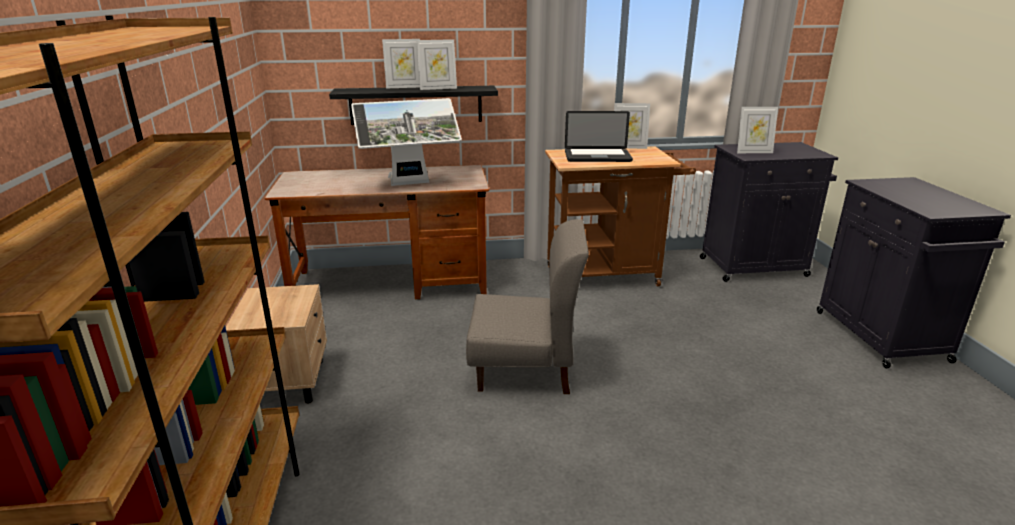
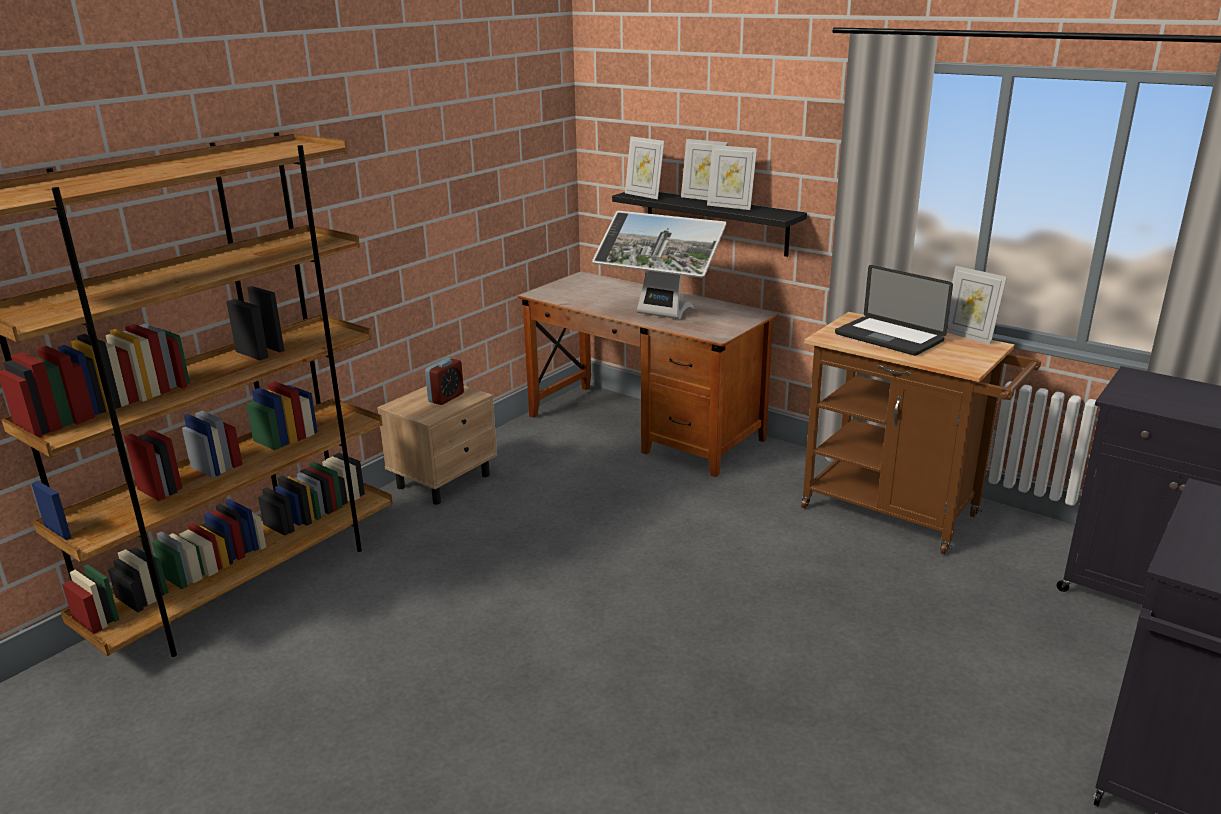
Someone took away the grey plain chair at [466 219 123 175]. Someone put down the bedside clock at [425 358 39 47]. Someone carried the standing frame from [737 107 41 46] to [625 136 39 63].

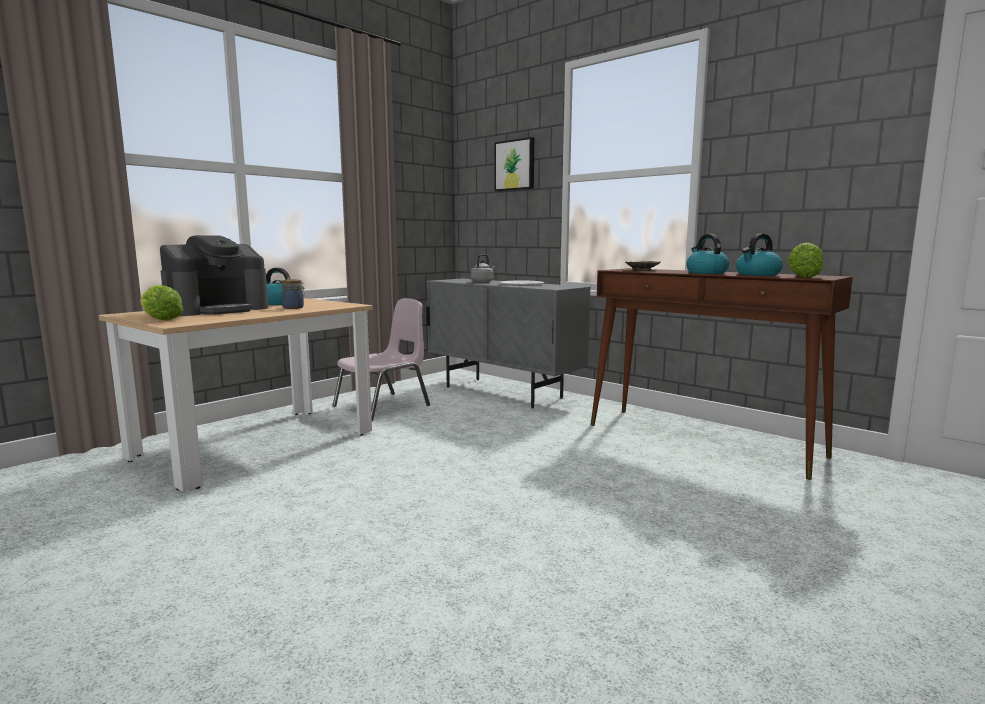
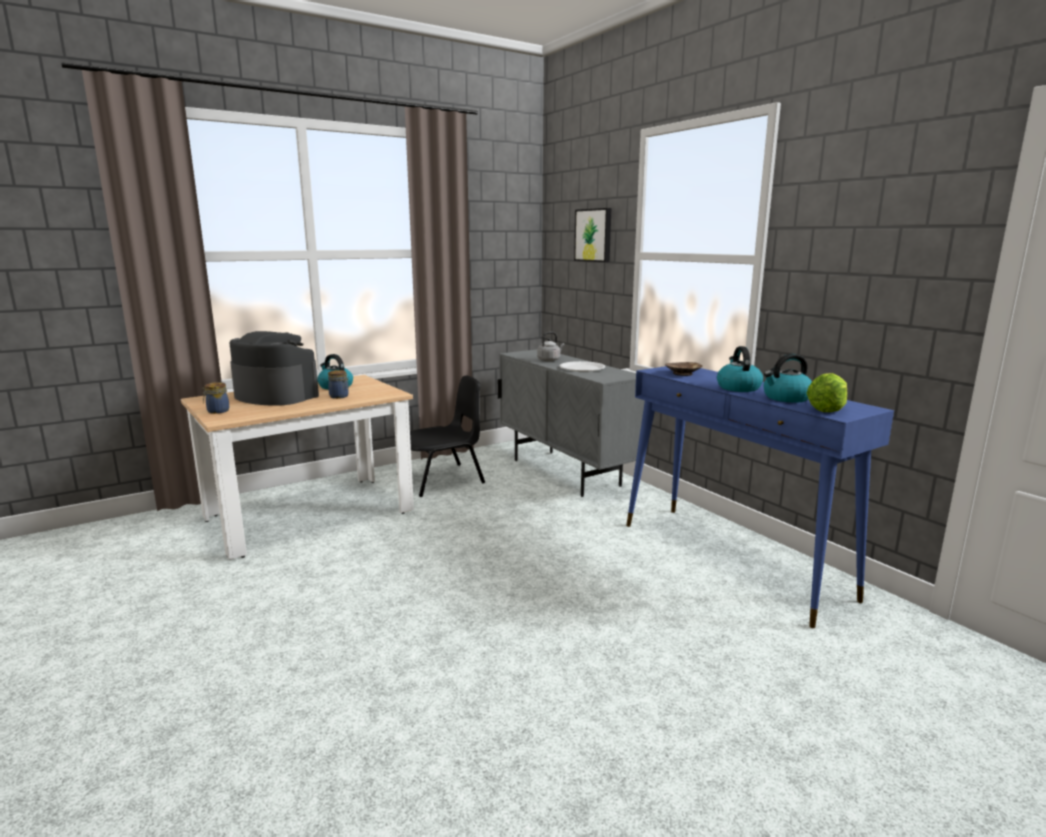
Someone swapped the lettuce head at [140 285 43 36] for the jar at [202 382 27 32]. Someone repainted the pinkish plain chair at [333 298 97 123], which became the black plain chair at [410 376 75 121]. Someone repainted the brownish hall table at [591 268 262 212], which became the blue hall table at [626 366 268 262]. Someone rotated the coffee maker at [160 235 108 81] by 120 degrees counterclockwise.

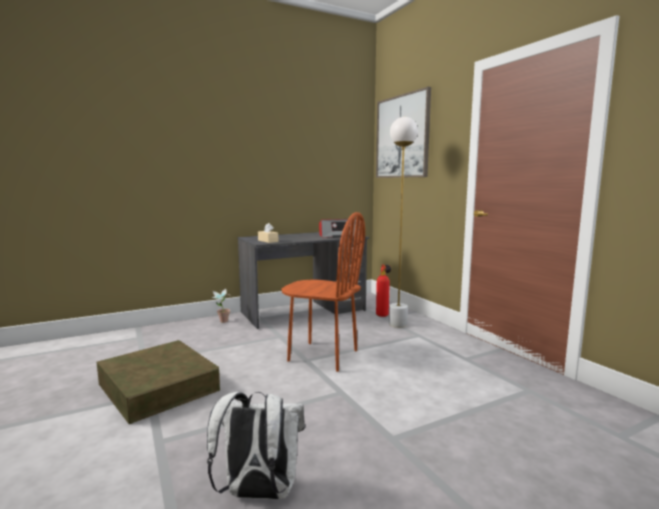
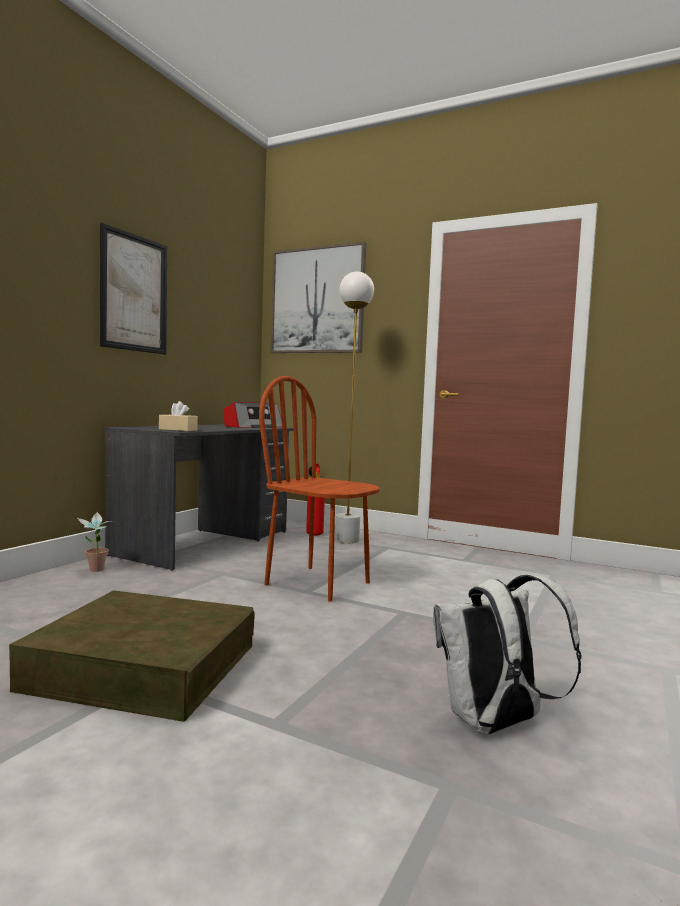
Someone put up the picture at [100 223 67 132]. Someone rotated the brownish plain chair at [282 212 83 160] by 135 degrees counterclockwise.

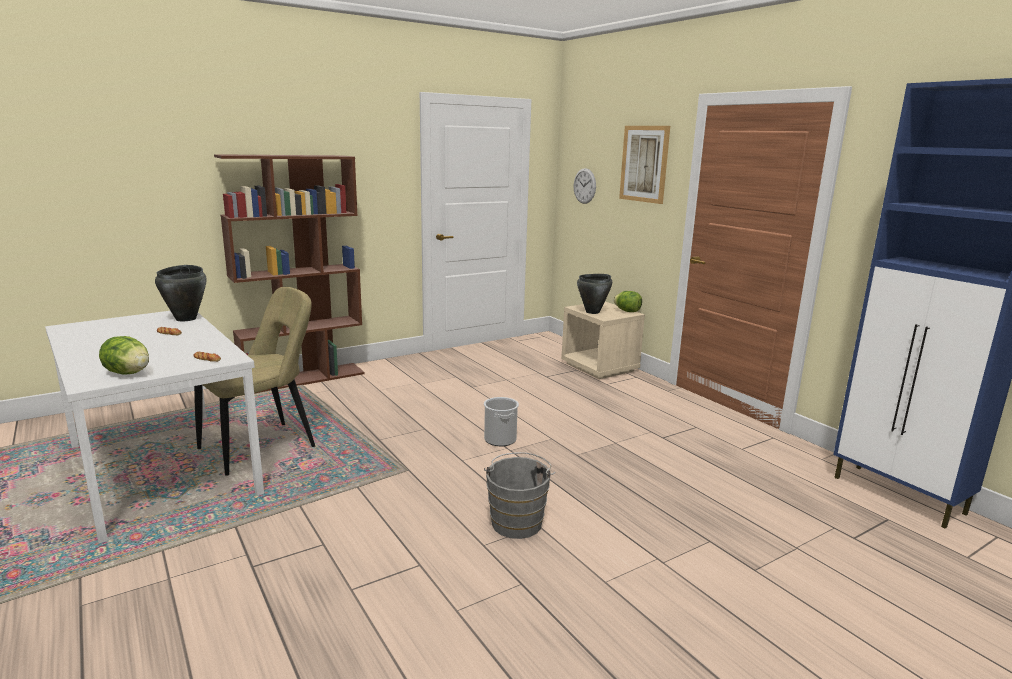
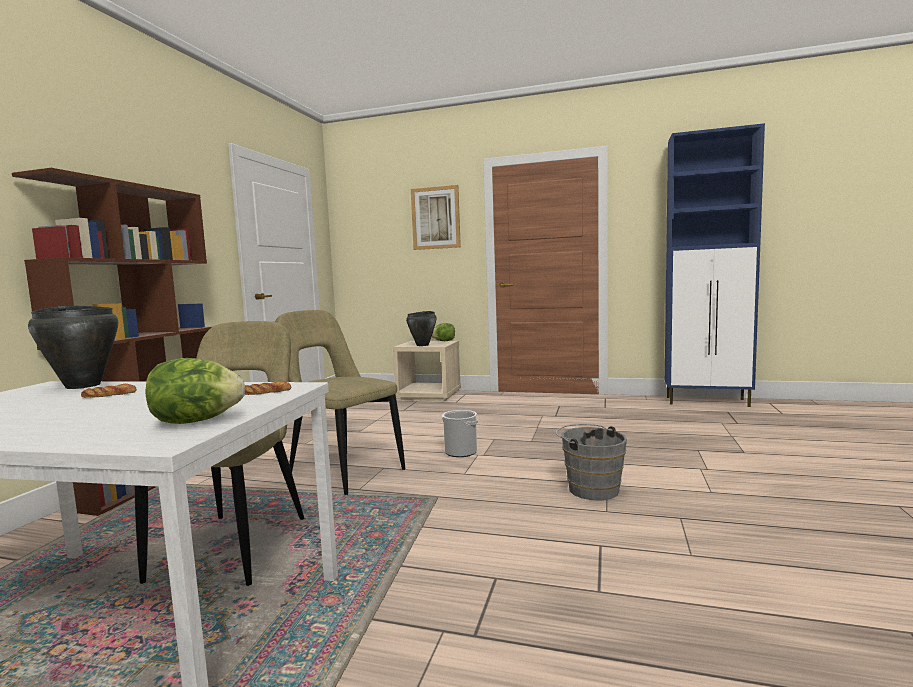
Someone took away the hanging clock at [574 168 22 36]. Someone put down the beige plain chair at [275 310 131 185].

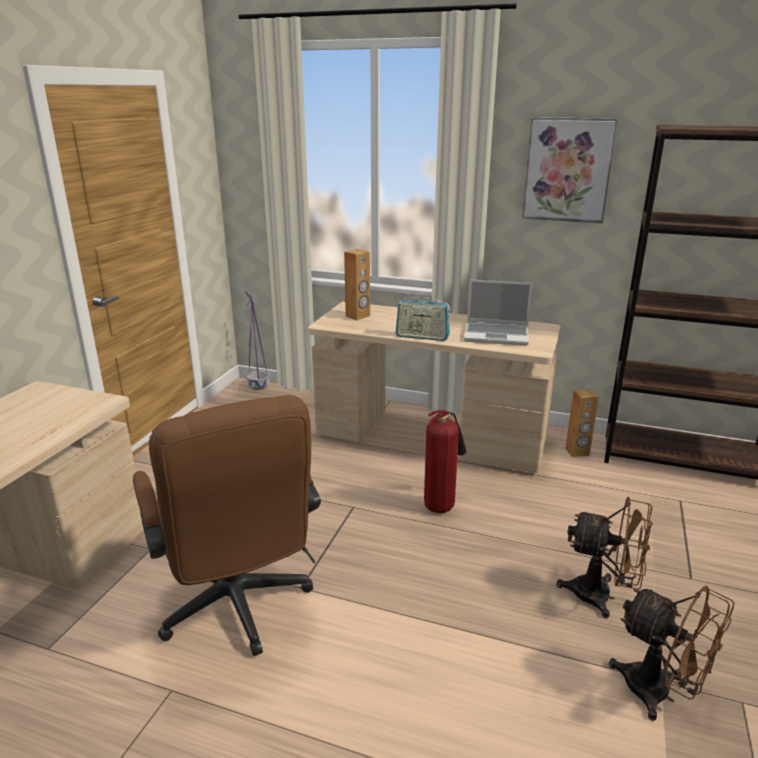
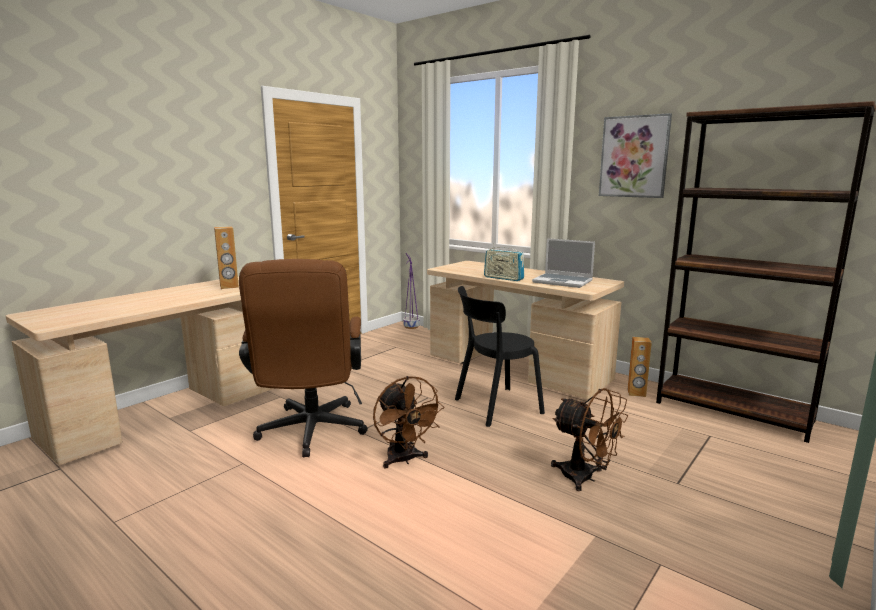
Someone carried the brownish loudspeaker from [344 249 26 71] to [214 226 25 63]. Someone carried the brownish electric fan from [609 586 126 135] to [373 376 71 92]. Someone swapped the extinguisher at [424 410 42 103] for the black plain chair at [455 286 90 141].

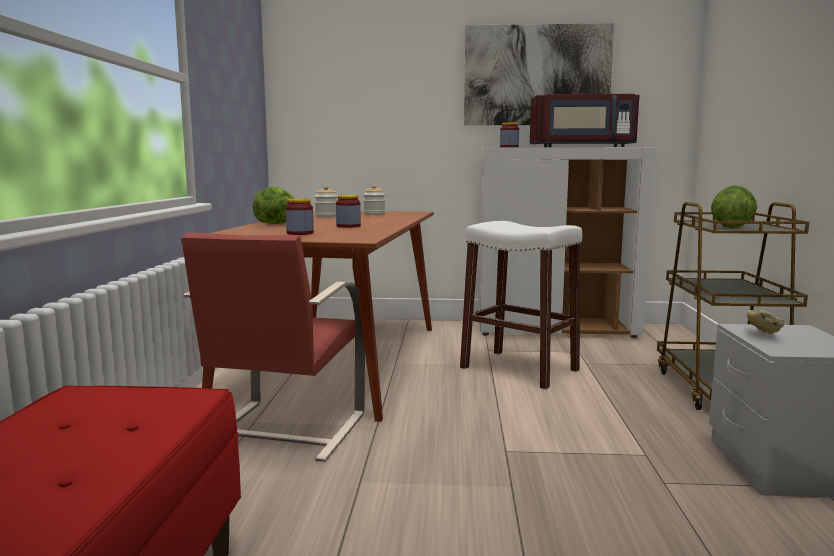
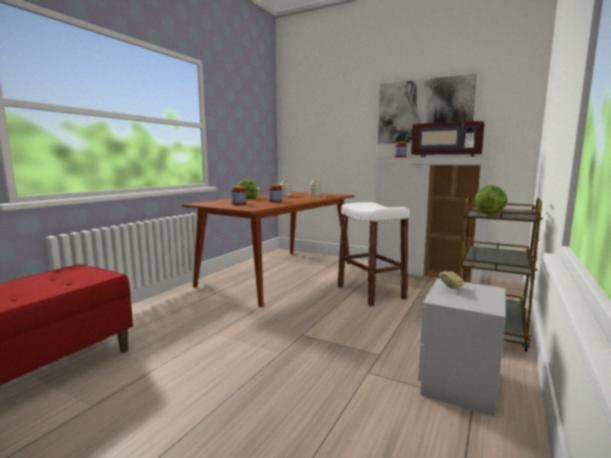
Someone took away the reddish plain chair at [181 232 184 230].

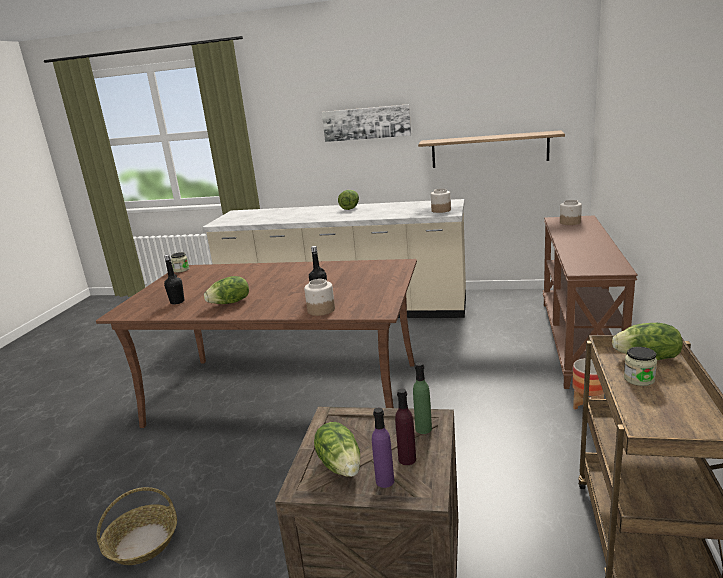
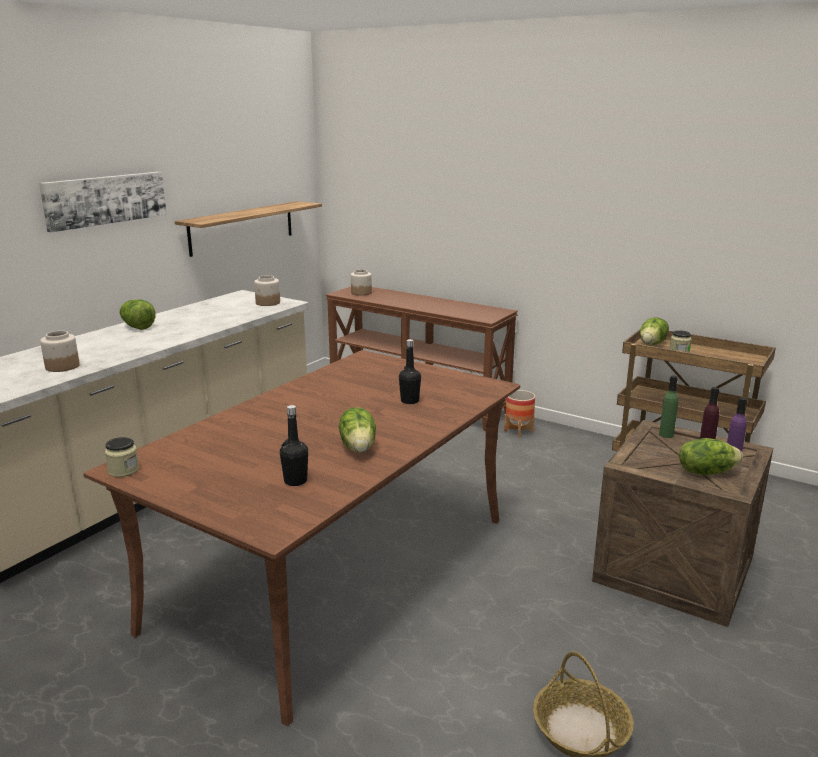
Someone carried the jar from [304 279 31 37] to [40 331 40 41].

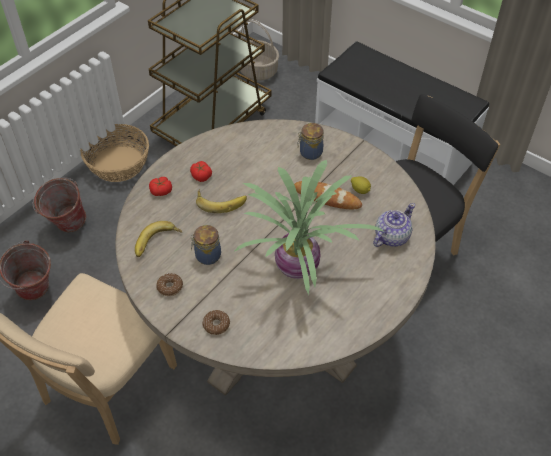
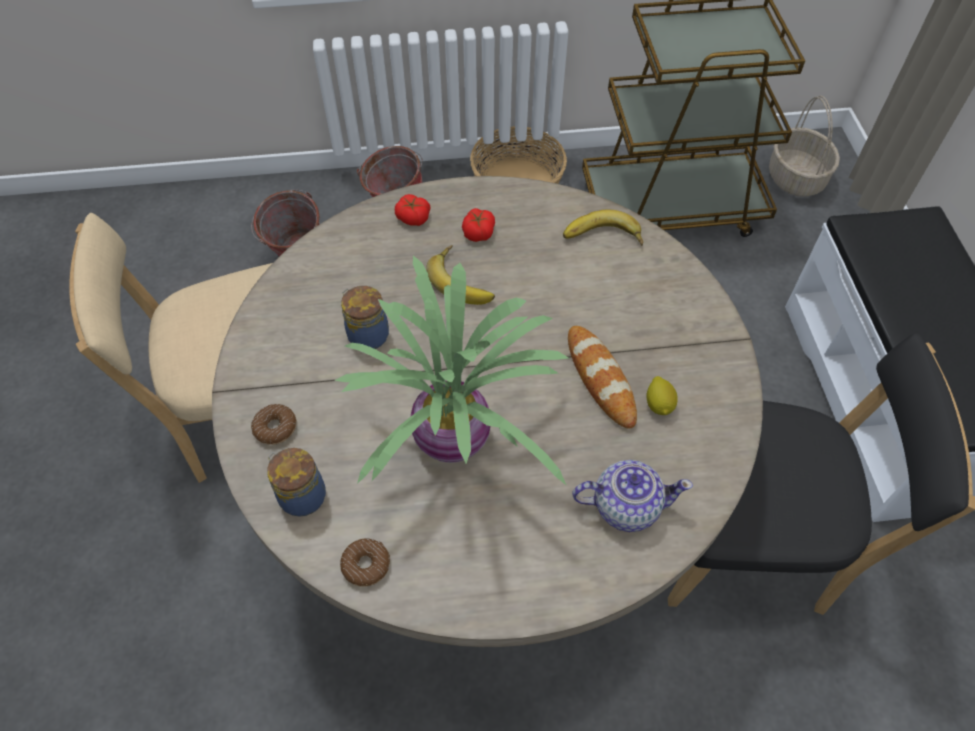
Someone carried the whole banana from [135 221 47 36] to [563 209 80 37]. Someone carried the ring doughnut from [156 273 27 23] to [340 538 50 49]. Someone carried the jar from [297 123 27 37] to [267 448 59 69].

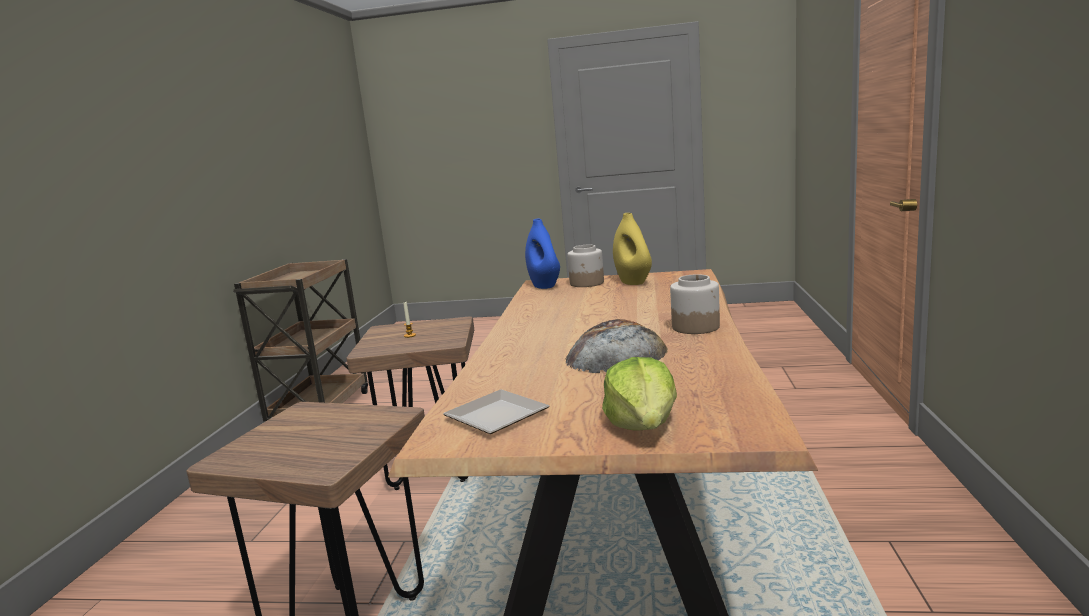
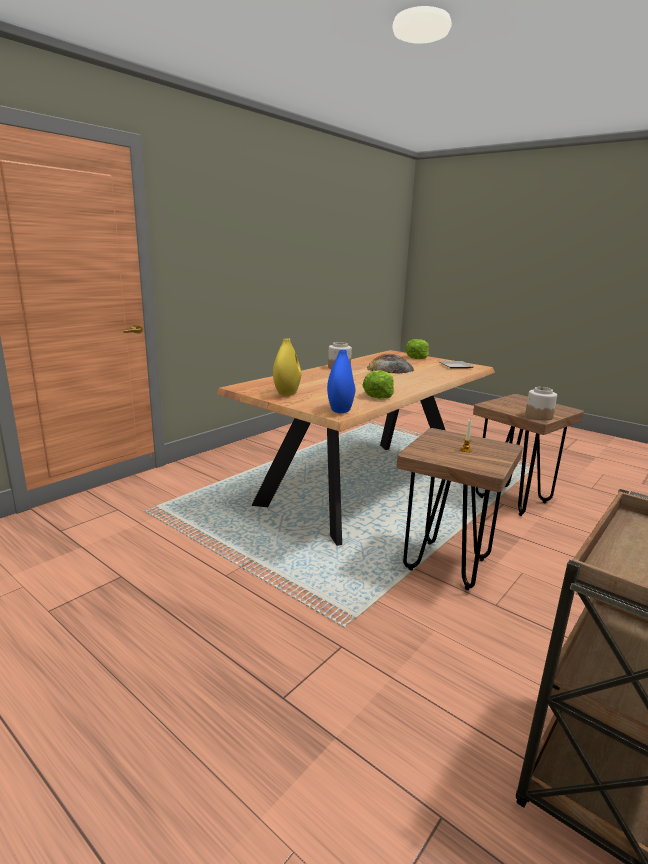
Someone put down the lettuce head at [362 370 32 28]. Someone carried the jar from [568 245 36 42] to [525 387 32 34].

